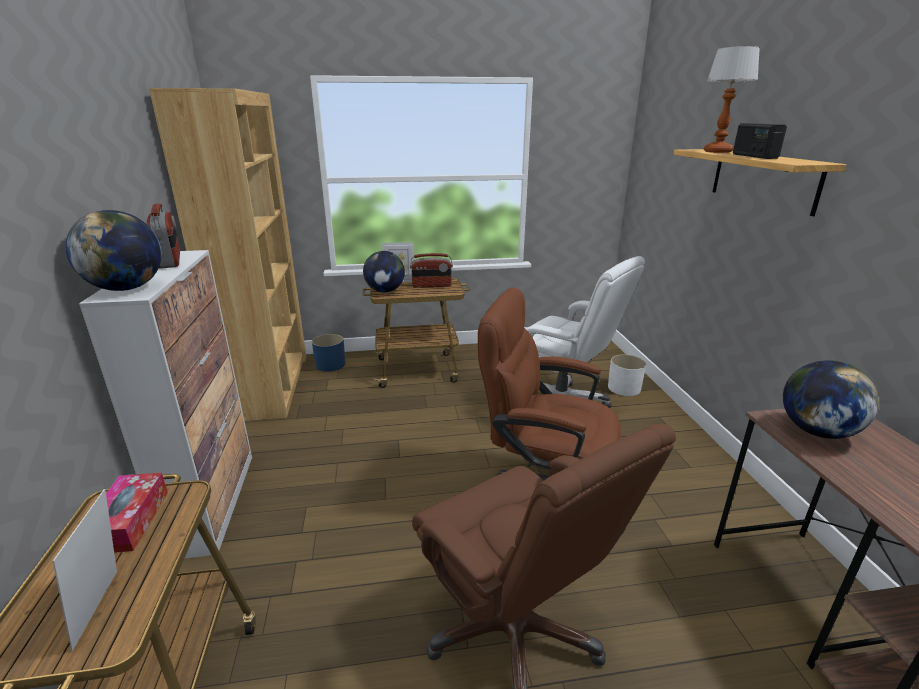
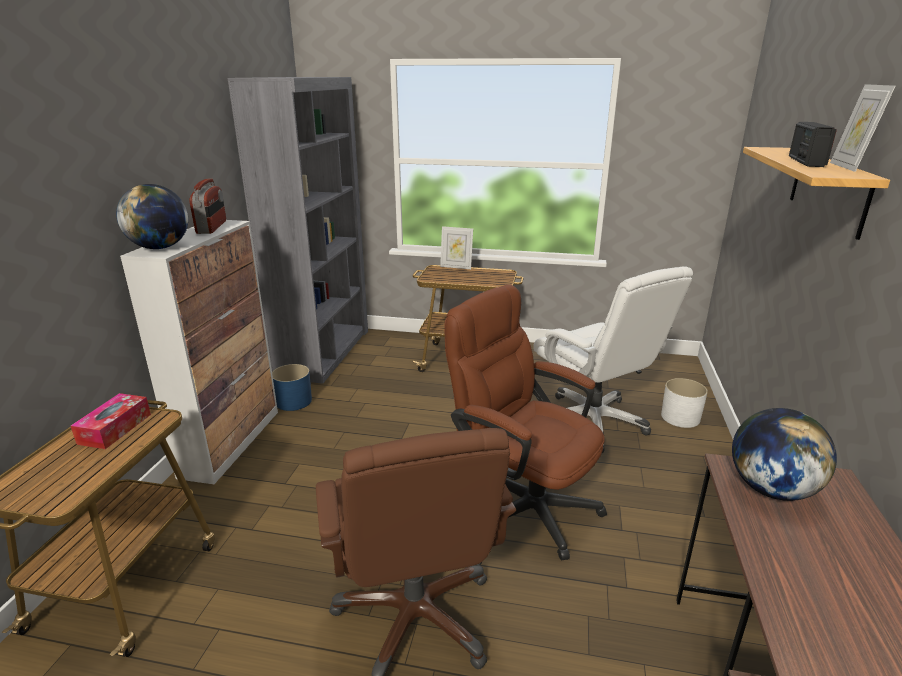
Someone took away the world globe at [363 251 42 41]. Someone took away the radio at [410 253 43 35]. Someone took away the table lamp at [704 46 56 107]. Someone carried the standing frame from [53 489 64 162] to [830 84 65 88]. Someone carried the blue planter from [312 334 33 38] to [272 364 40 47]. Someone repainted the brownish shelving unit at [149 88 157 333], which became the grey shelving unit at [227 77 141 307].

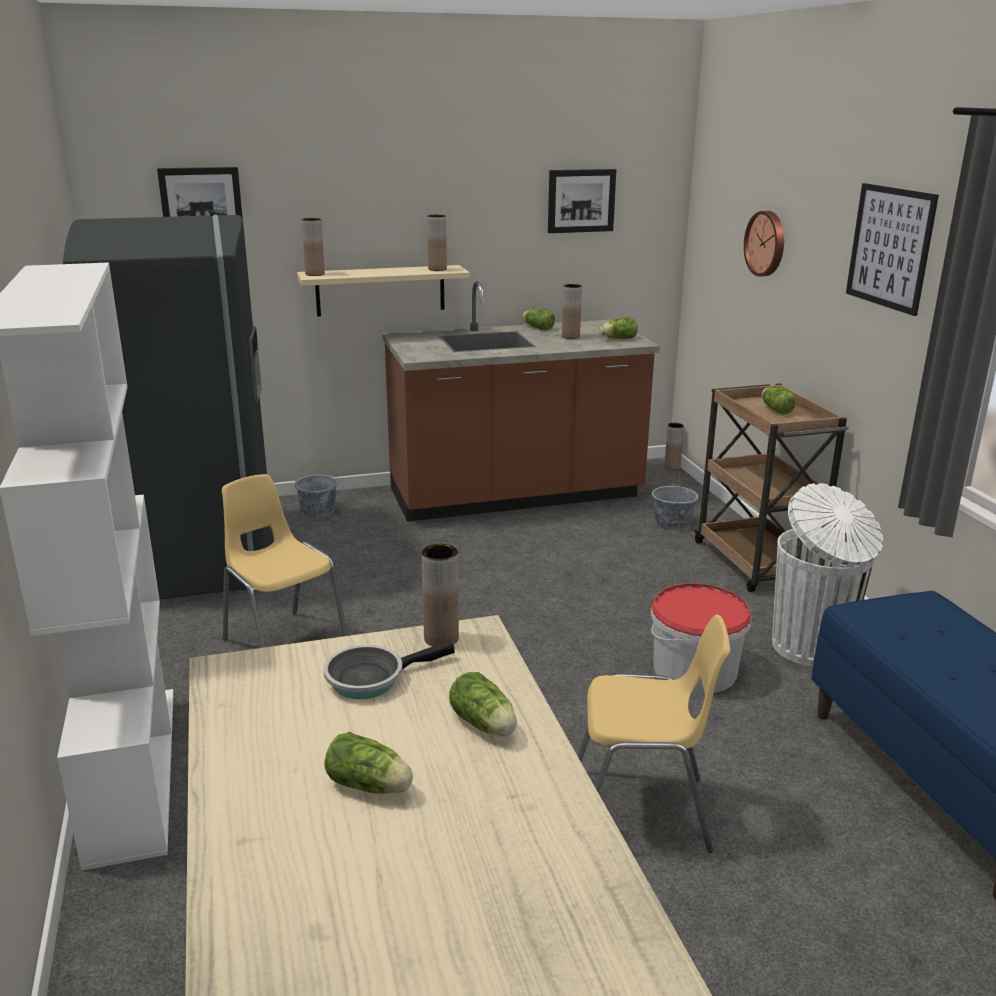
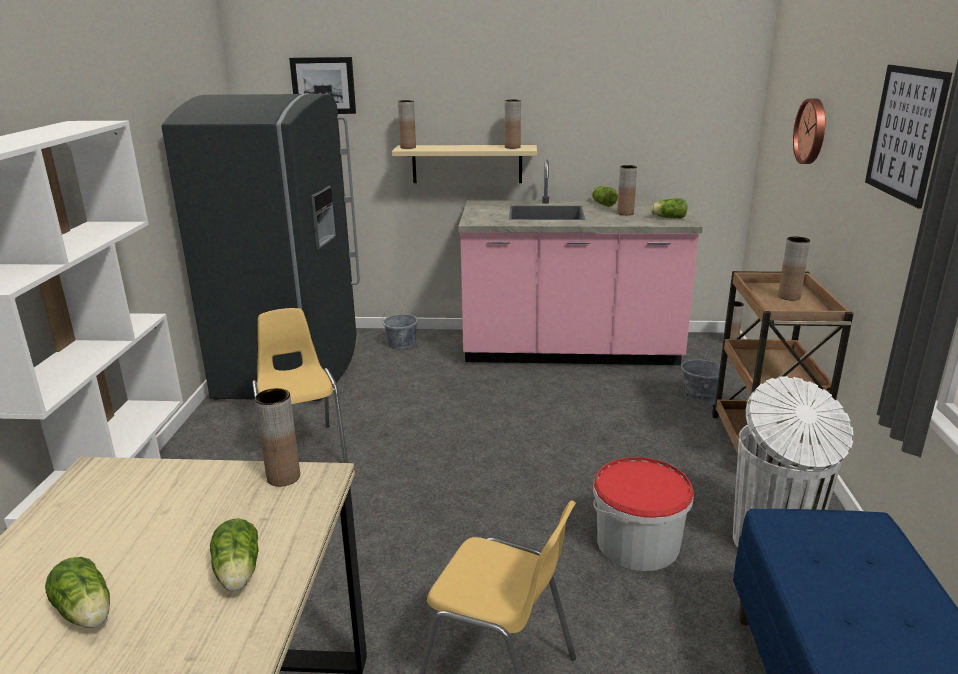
Someone took away the skillet at [323 641 132 58]. Someone took away the picture at [548 169 68 64]. Someone swapped the lettuce head at [762 386 34 29] for the brownish flower vase at [778 237 32 64]. Someone repainted the brownish kitchen counter at [382 281 278 241], which became the pinkish kitchen counter at [458 159 245 206].

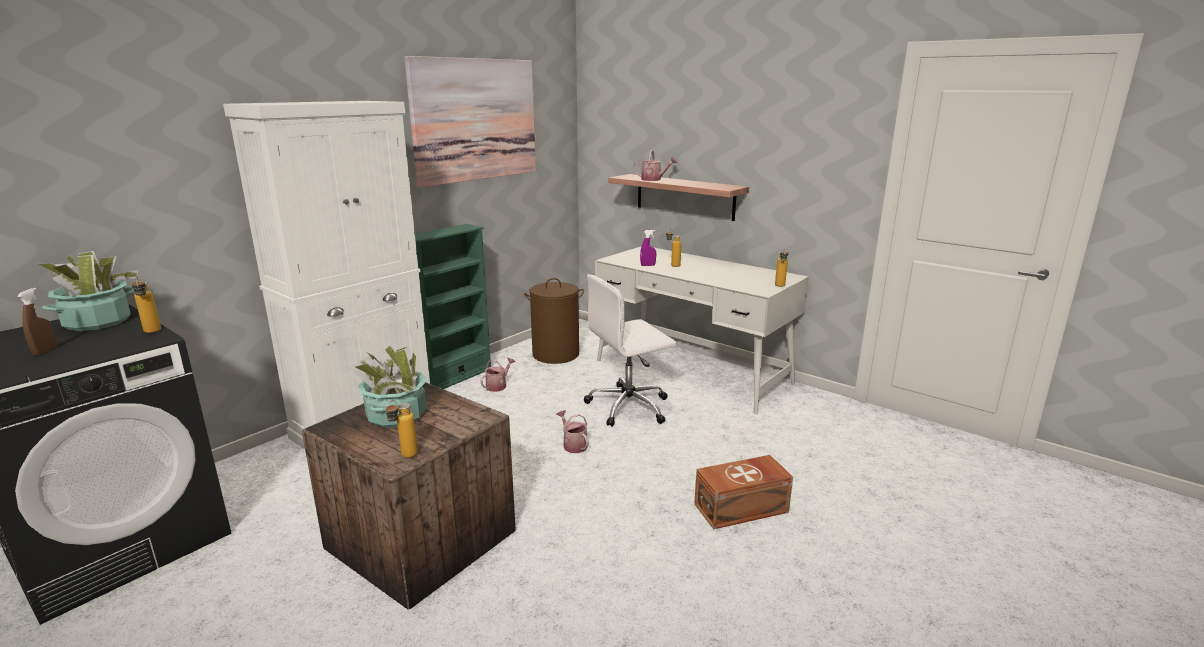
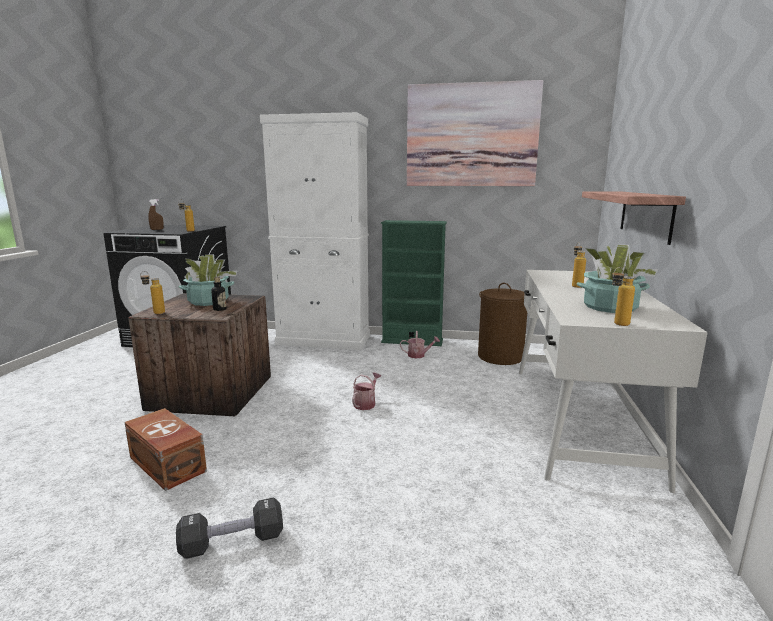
Someone took away the whitish desk chair at [584 274 93 153]. Someone took away the sprinkling can at [633 150 45 31]. Someone took away the purplish spray bottle at [640 230 16 36]. Someone put down the black free weight at [176 497 107 62]. Someone put down the bottle at [211 277 16 34]. Someone carried the potted plant from [39 251 99 80] to [577 245 81 68]. Someone carried the brownish storage box from [694 455 99 74] to [124 408 83 83].

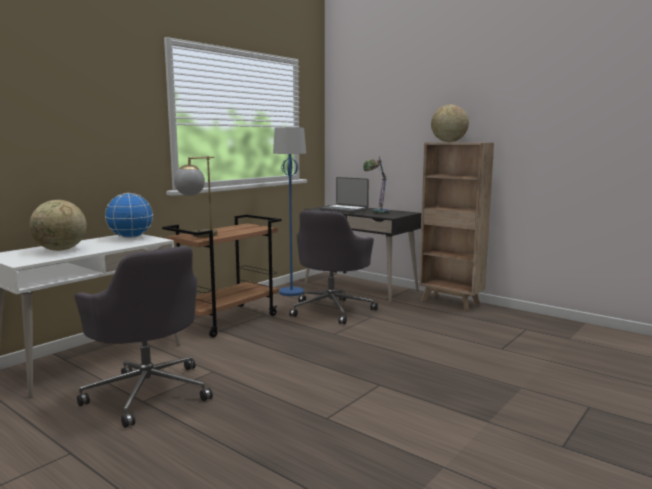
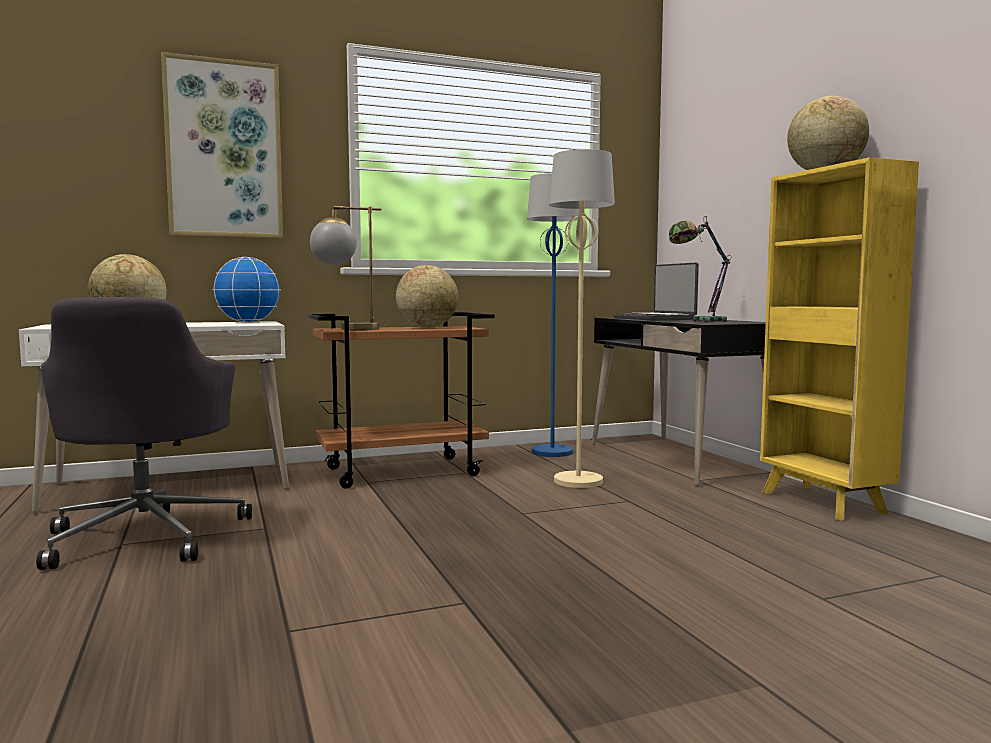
Someone put up the picture at [161 52 122 186]. Someone put down the world globe at [396 265 62 63]. Someone swapped the grey desk chair at [289 210 89 114] for the beige standing lamp at [549 149 66 339]. Someone repainted the brownish shelving unit at [419 142 75 169], which became the yellow-coloured shelving unit at [760 157 159 364].

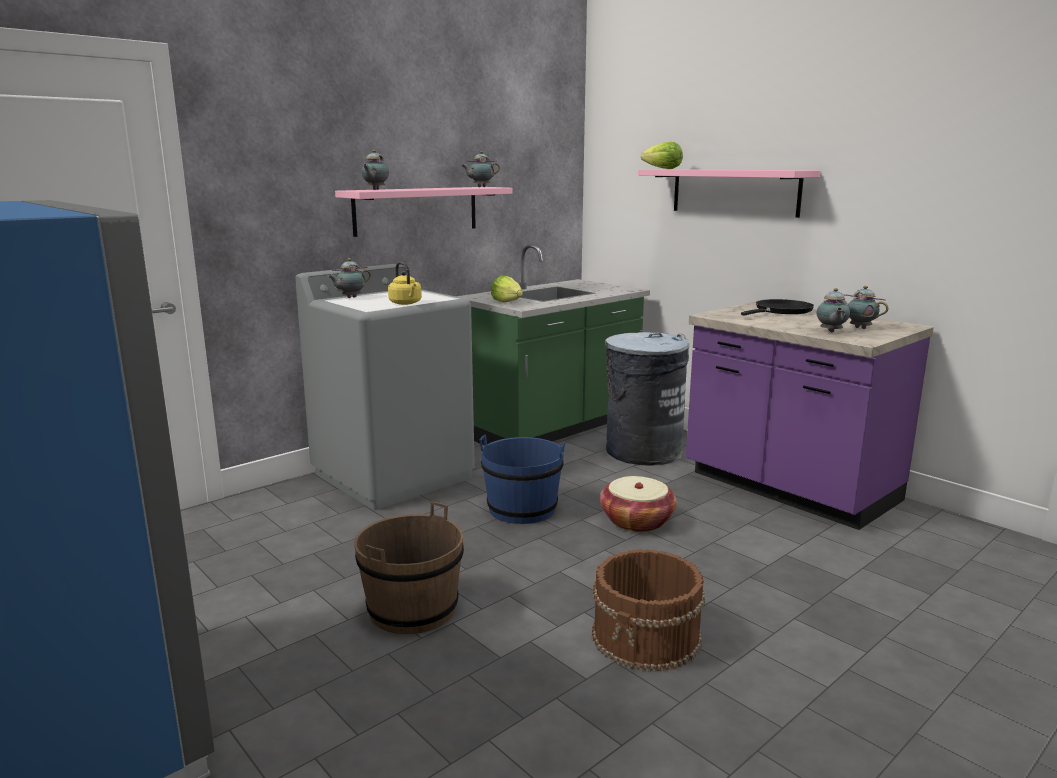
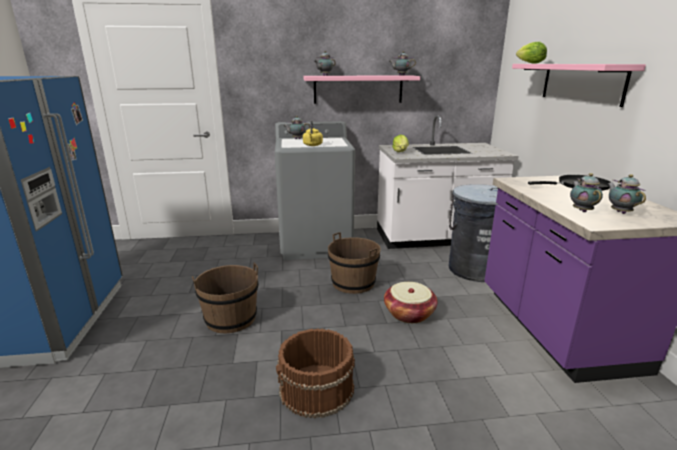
Someone repainted the greenish kitchen counter at [456 244 194 201], which became the whitish kitchen counter at [377 116 142 133]. Someone repainted the blue water bucket at [480 435 85 89], which became the brownish water bucket at [328 232 53 62]. Someone rotated the tea pot at [817 288 33 44] by 135 degrees clockwise.

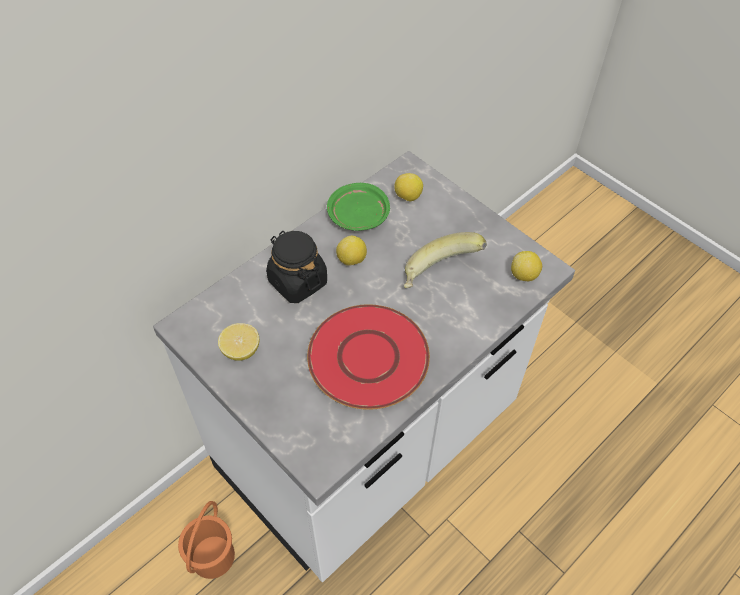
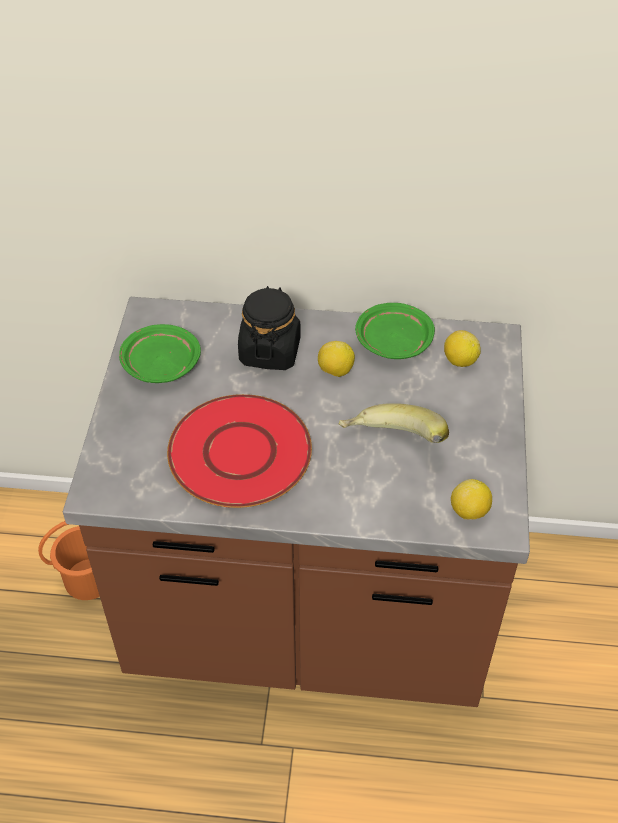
Someone swapped the lemon at [218 323 41 38] for the greenish flat dish at [119 324 82 59]. Someone repainted the whitish kitchen counter at [153 151 422 431], which became the brownish kitchen counter at [63 297 467 410].

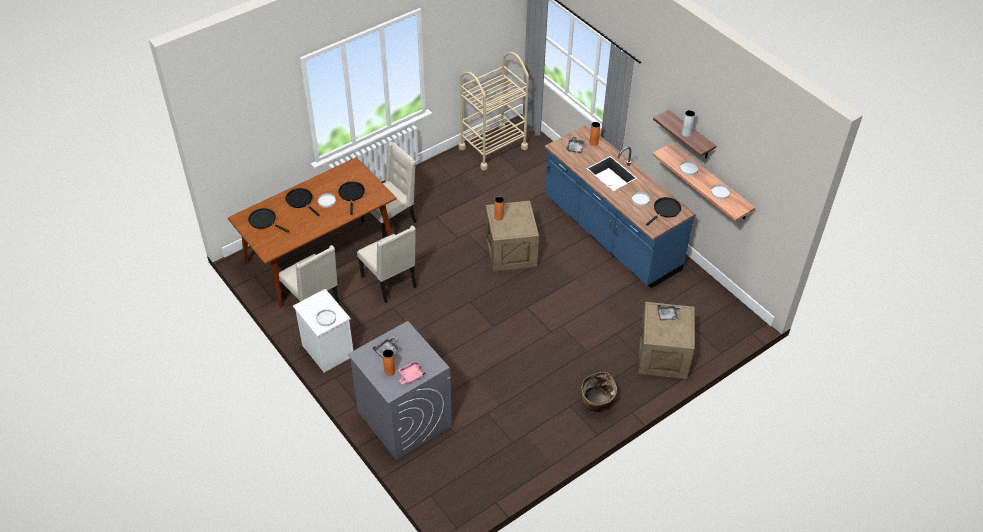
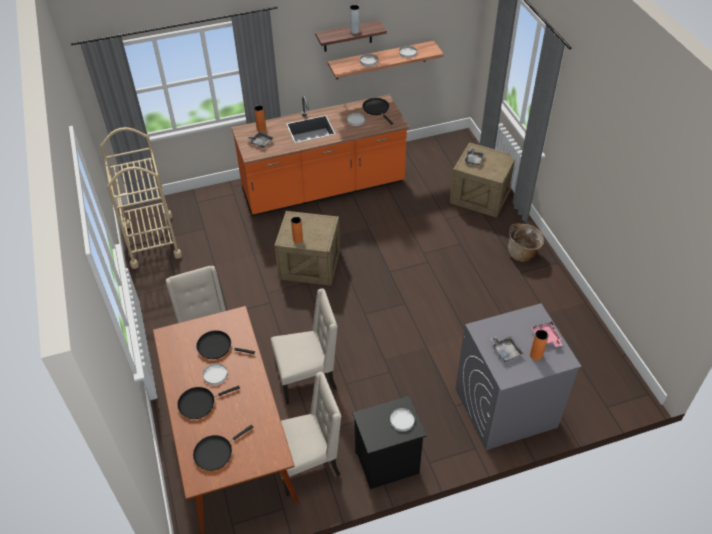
Someone repainted the whitish bedside table at [293 289 60 83], which became the black bedside table at [353 396 74 93]. Someone repainted the blue kitchen counter at [545 125 151 164], which became the orangey kitchen counter at [231 94 178 122].

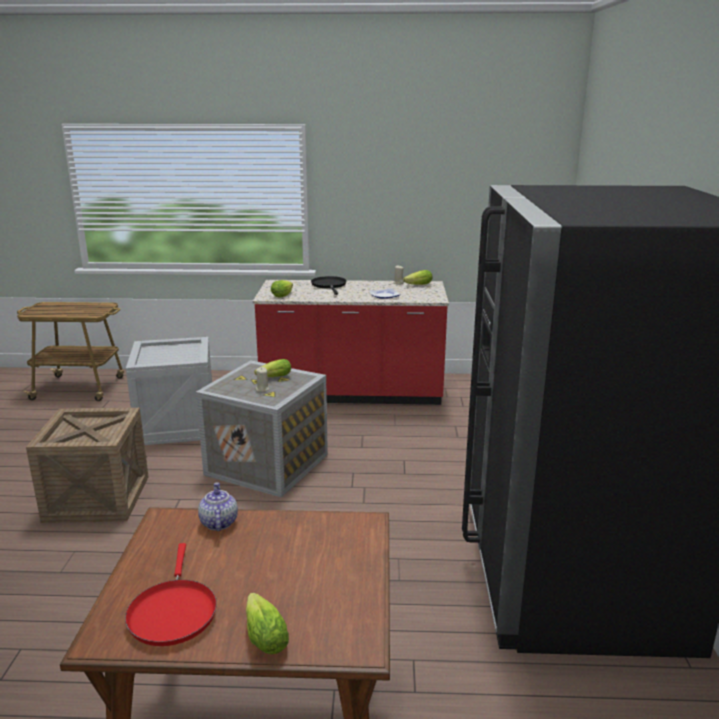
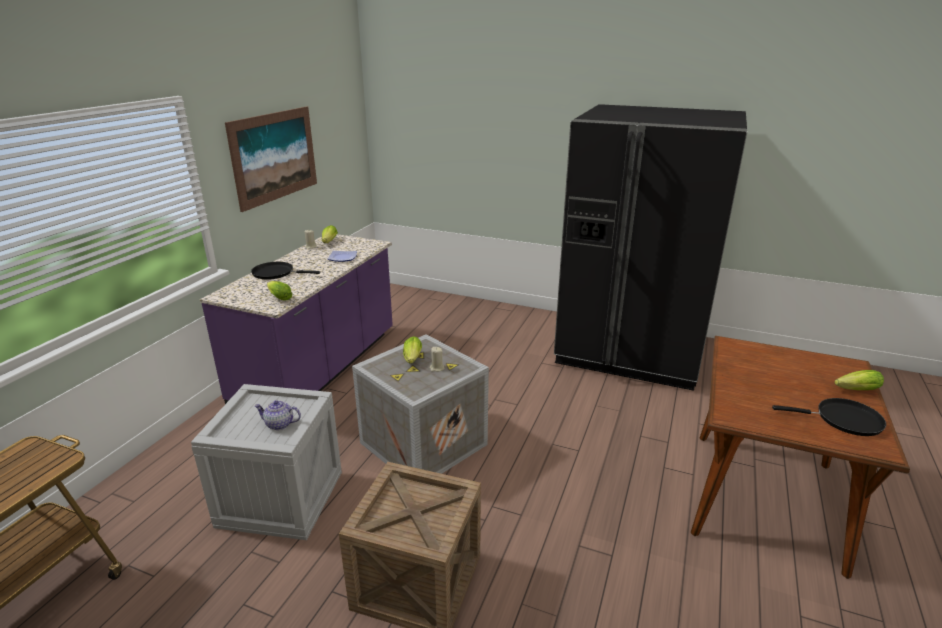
Someone put up the picture at [225 106 92 106]. Someone carried the tea pot from [198 482 40 49] to [254 400 47 30]. Someone repainted the reddish skillet at [125 543 92 103], which became the black skillet at [772 398 114 38]. Someone repainted the reddish kitchen counter at [253 280 196 125], which became the purplish kitchen counter at [200 234 193 170].

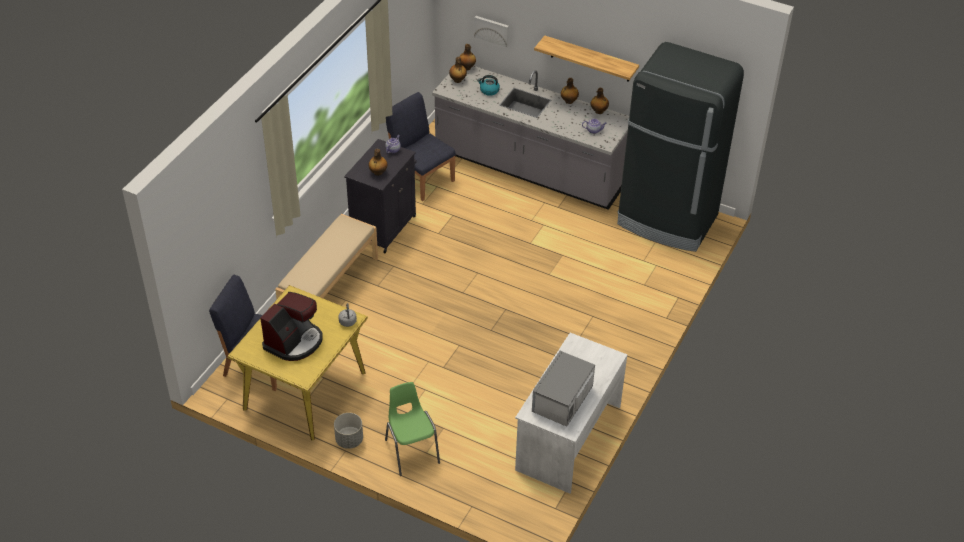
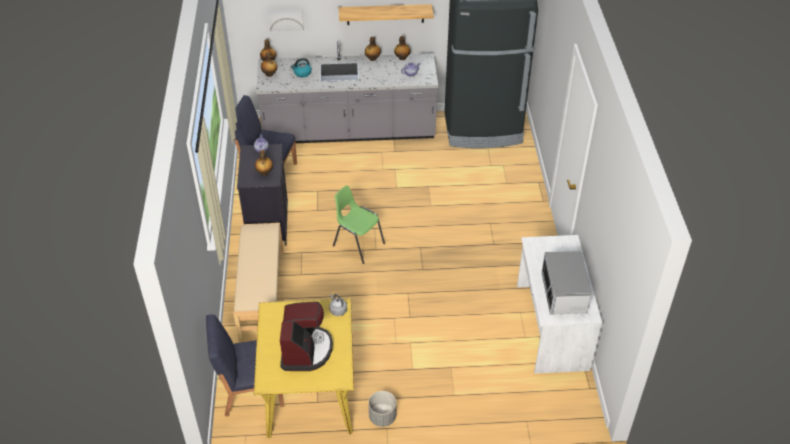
Someone carried the greenish plain chair from [385 382 55 94] to [333 185 52 79].

